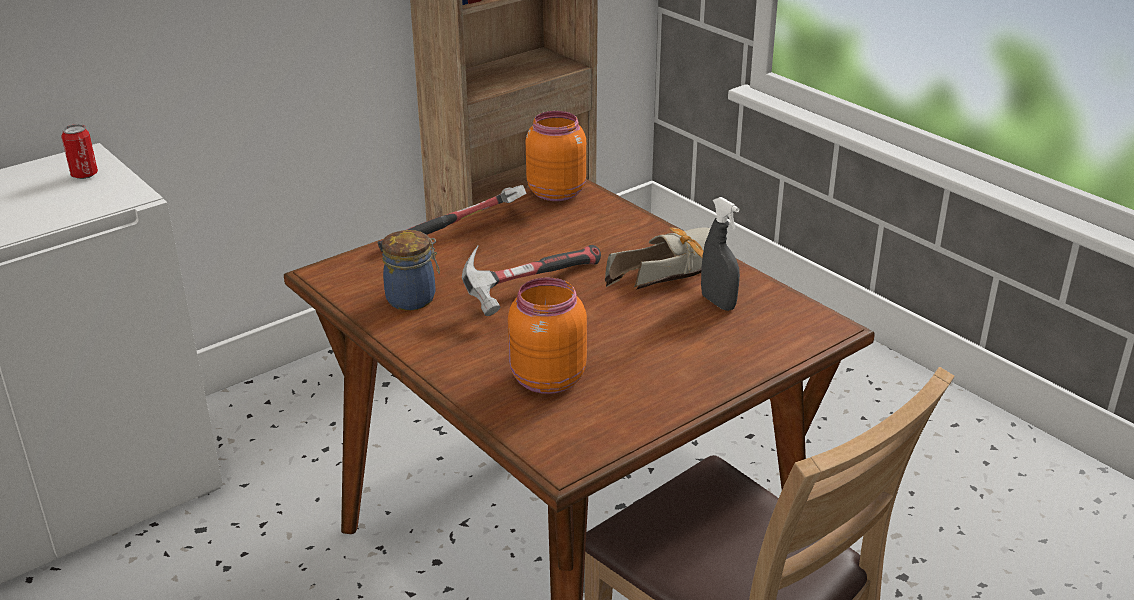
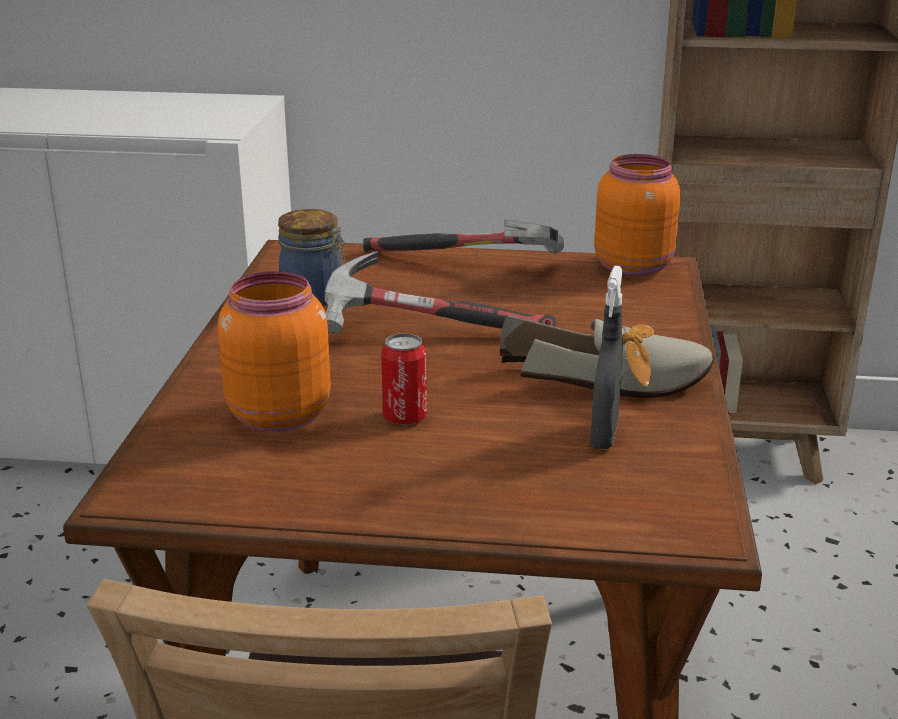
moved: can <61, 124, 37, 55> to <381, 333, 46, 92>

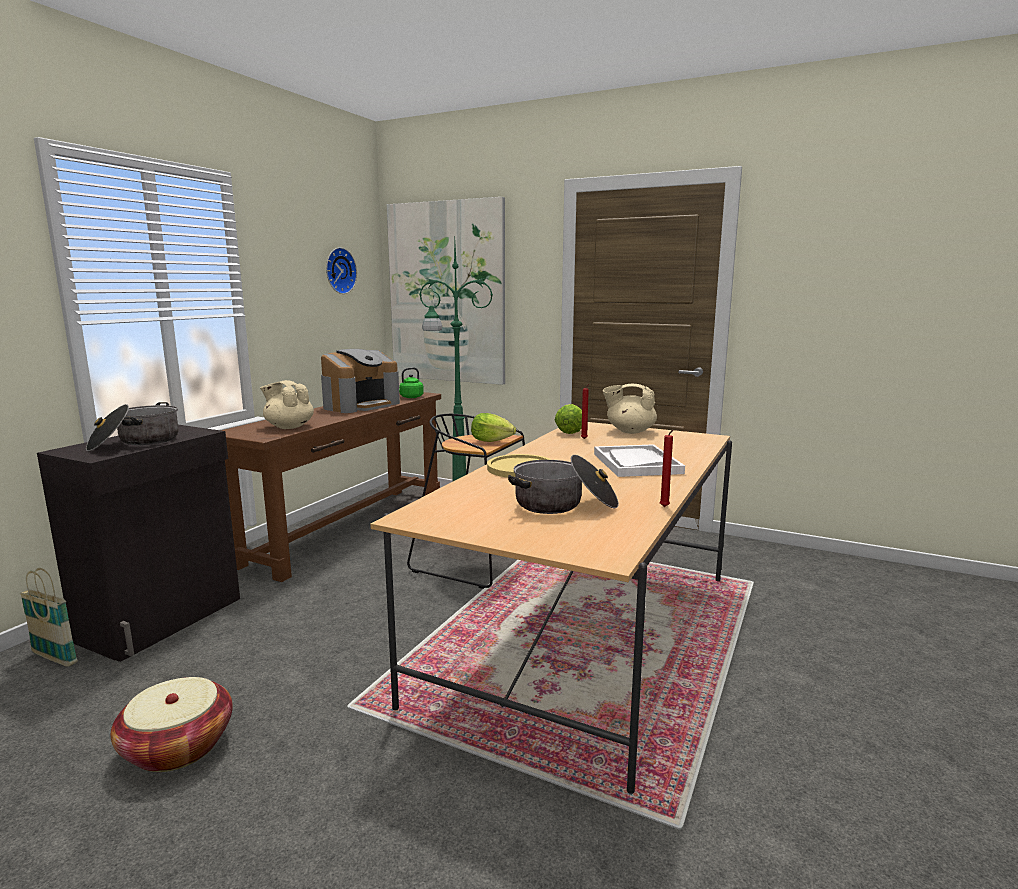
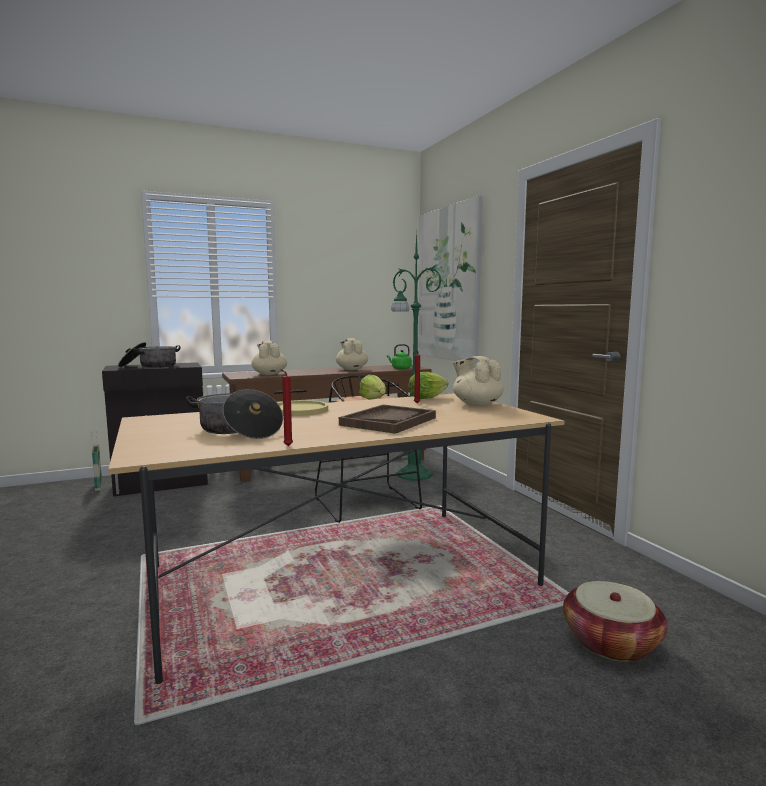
removed: wall clock <326, 247, 31, 47>
moved: basket <111, 677, 122, 95> to <563, 581, 105, 81>
replaced: coffee machine <321, 349, 79, 64> to beige teapot <336, 338, 32, 32>
recoloured: white tray <594, 444, 91, 33> to brown tray <339, 405, 97, 29>

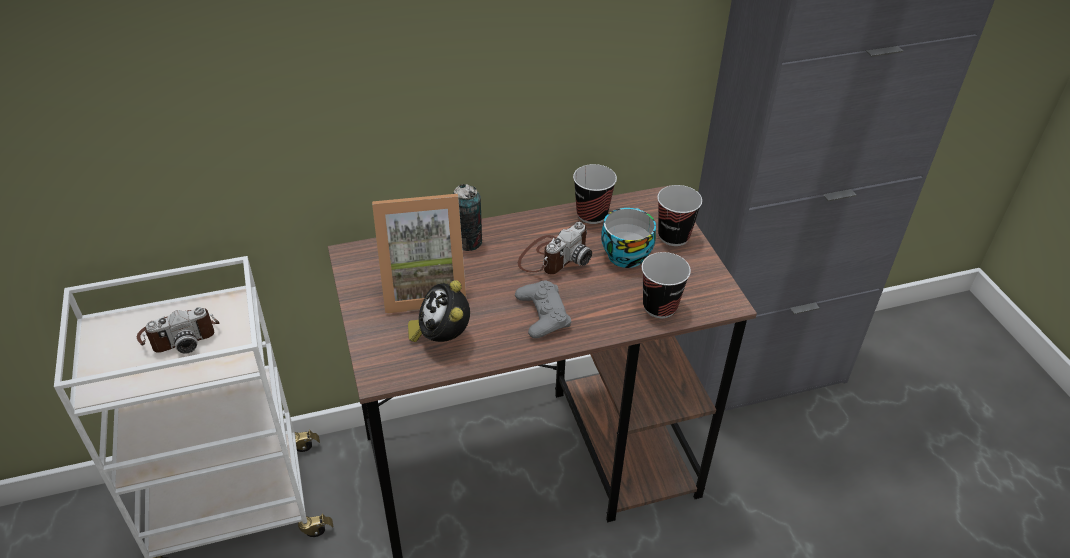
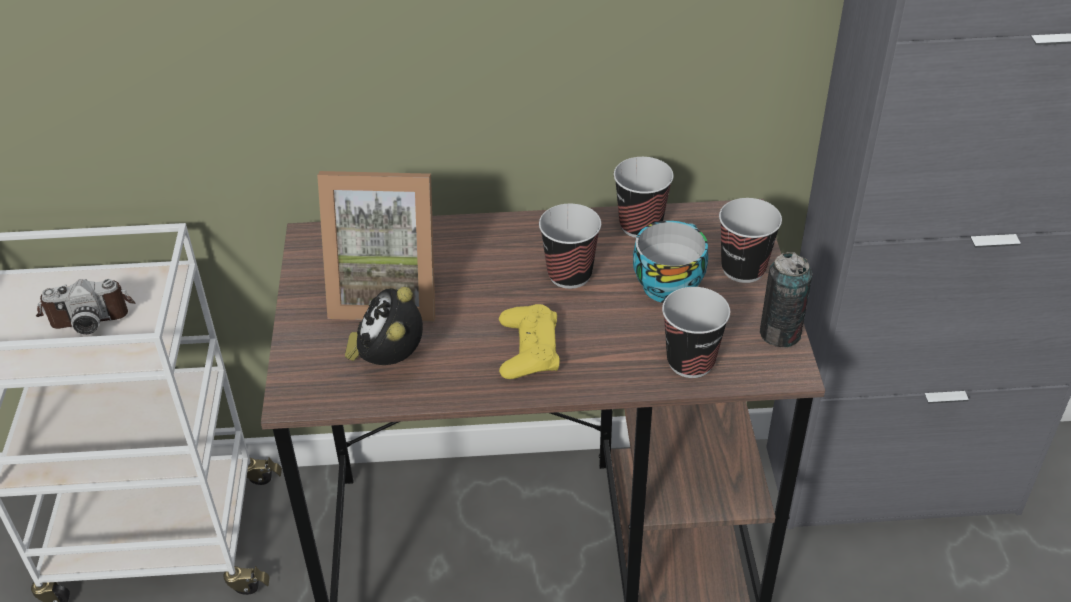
moved: can <453, 184, 29, 67> to <760, 252, 52, 95>
replaced: photo camera <518, 222, 74, 52> to cup <539, 204, 62, 85>
recoloured: grey game controller <515, 281, 56, 57> to yellow game controller <499, 304, 61, 75>

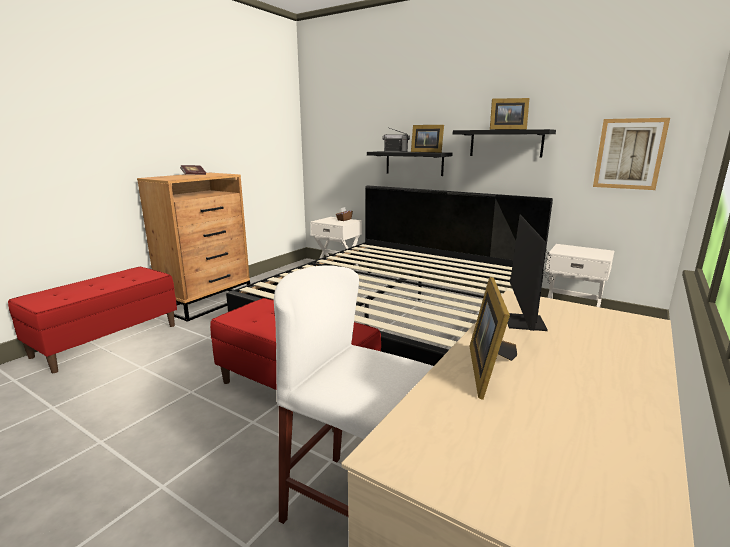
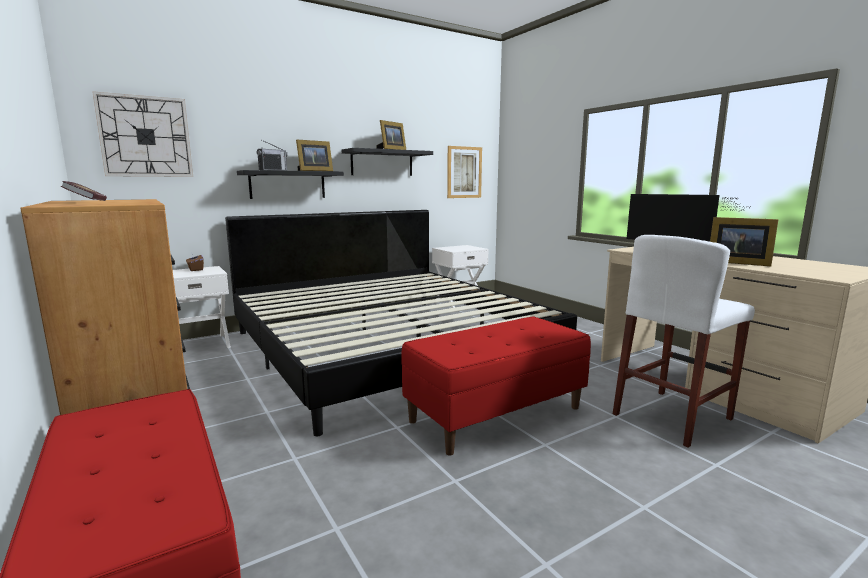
added: wall clock <92, 91, 101, 86>

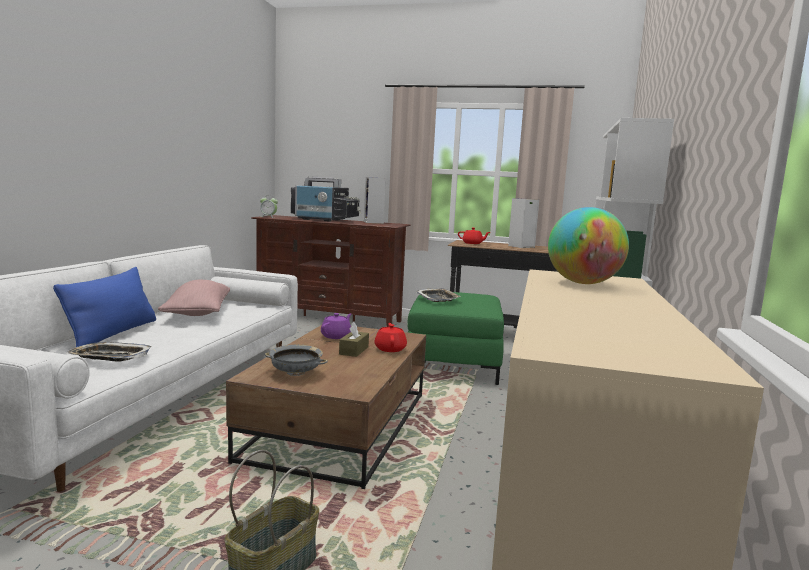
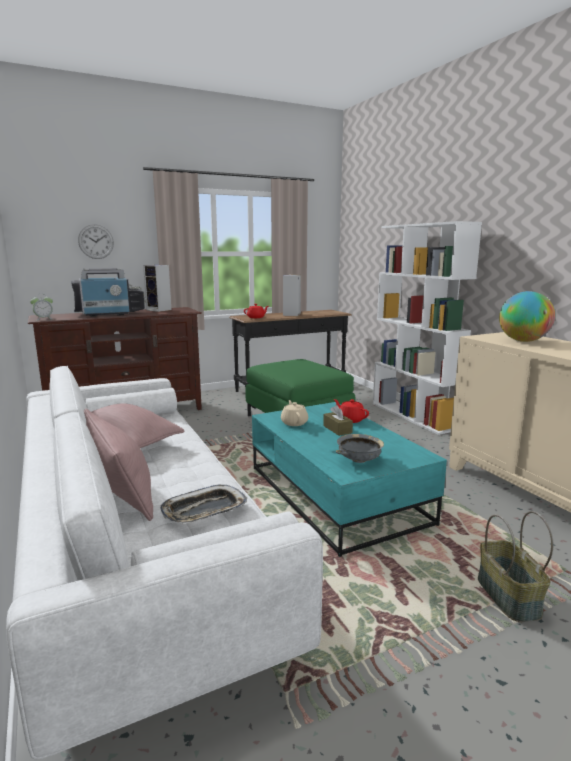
removed: tray <416, 288, 45, 14>
added: wall clock <78, 224, 36, 35>
recoloured: blue pillow <53, 267, 103, 80> to pink pillow <84, 409, 69, 112>; brown coffee table <226, 325, 200, 164> to turquoise coffee table <252, 402, 195, 155>; purple teapot <321, 313, 30, 26> to beige teapot <281, 400, 27, 26>

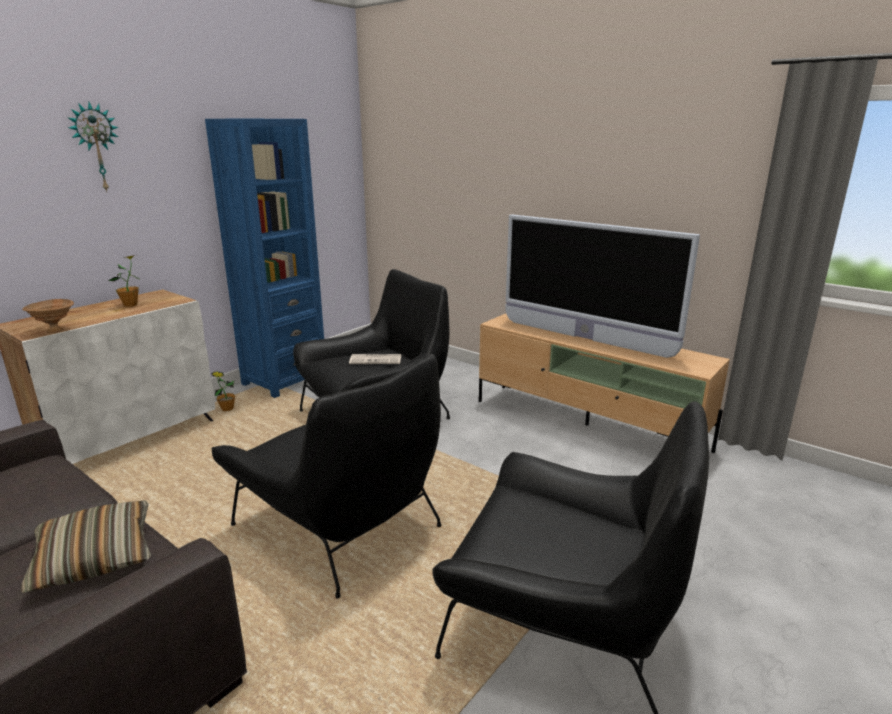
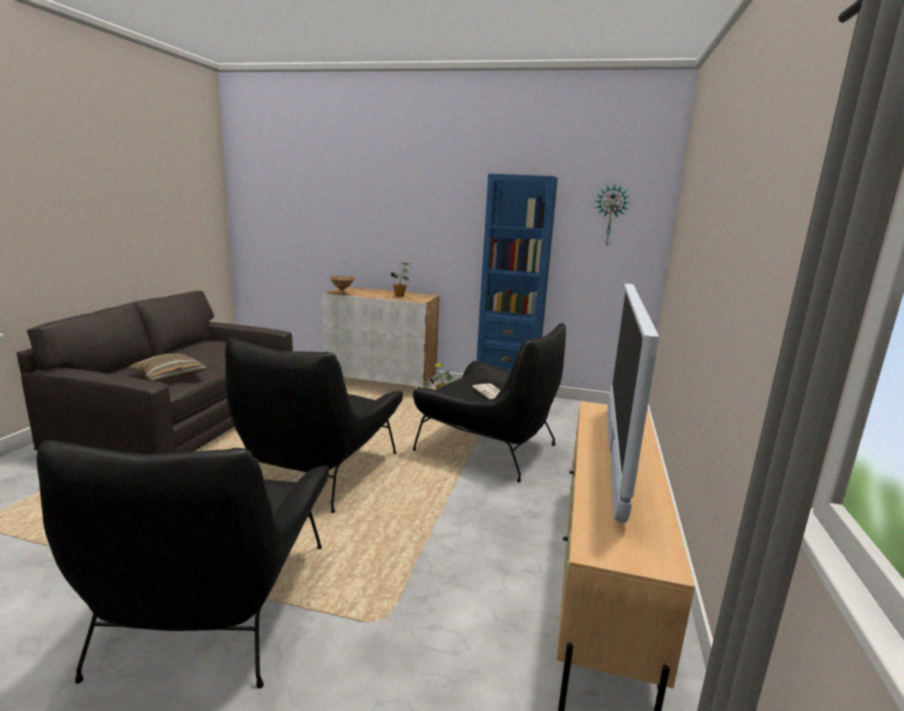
moved: wall clock <67, 102, 52, 90> to <596, 184, 34, 63>

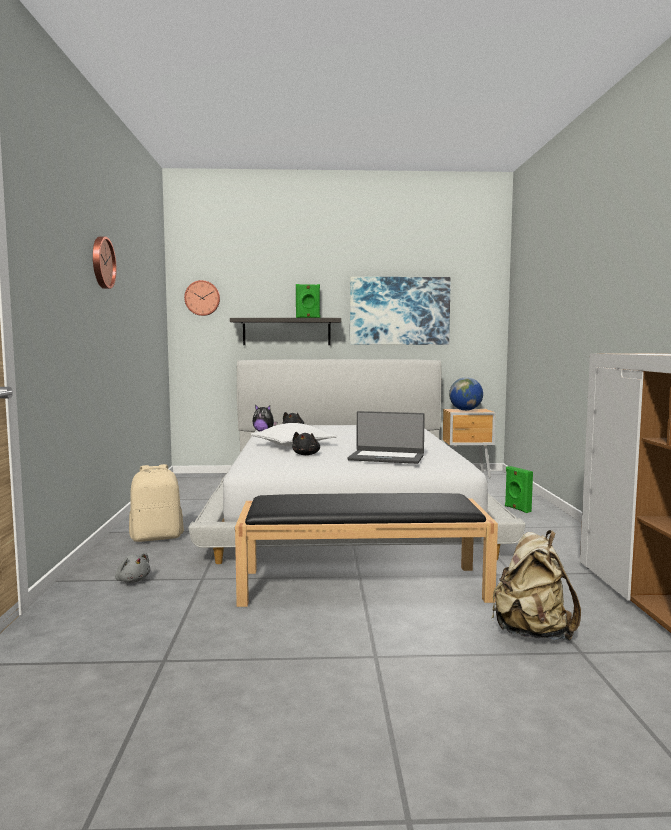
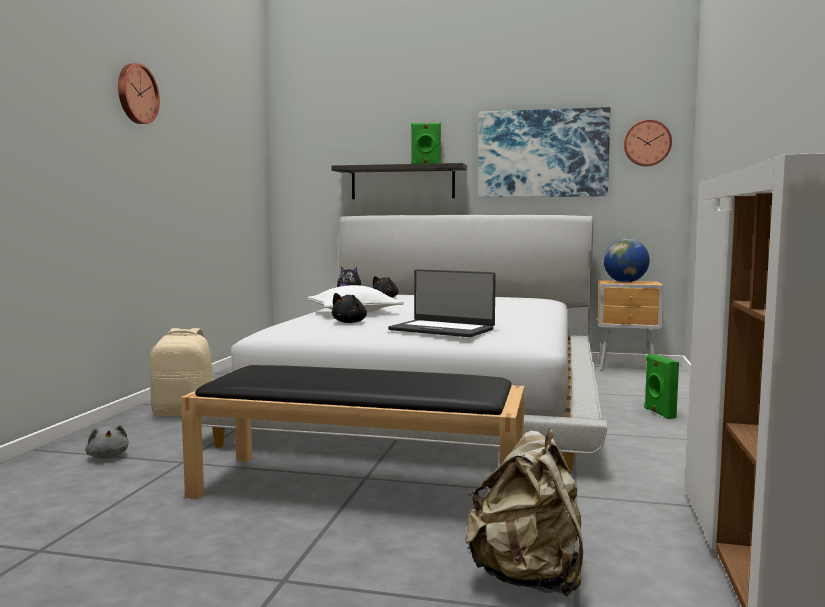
moved: wall clock <184, 280, 36, 36> to <624, 120, 48, 46>

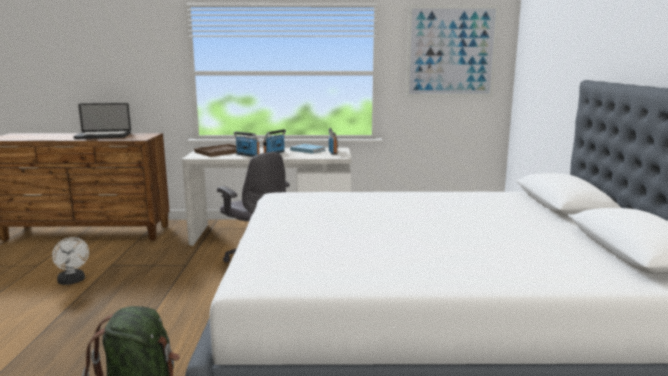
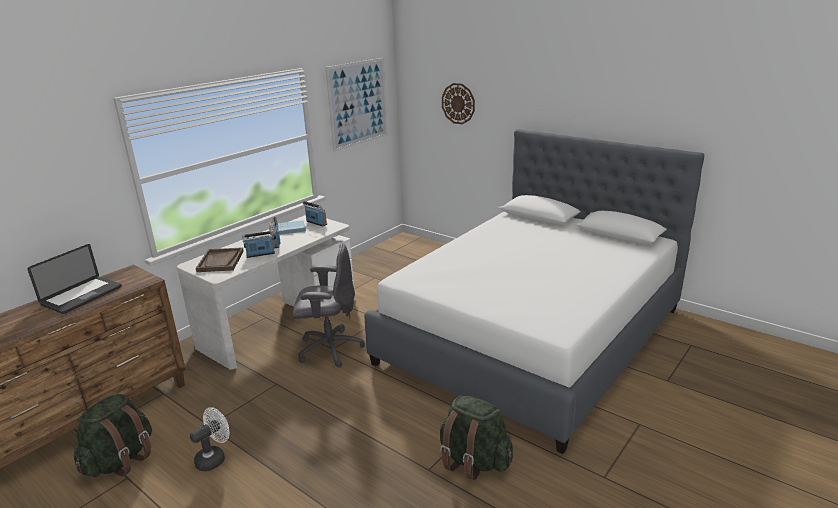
added: green backpack <74, 394, 78, 83>; wall clock <442, 83, 33, 41>
turned: white fan <52, 237, 37, 48> = <190, 407, 40, 64> 45 degrees counterclockwise

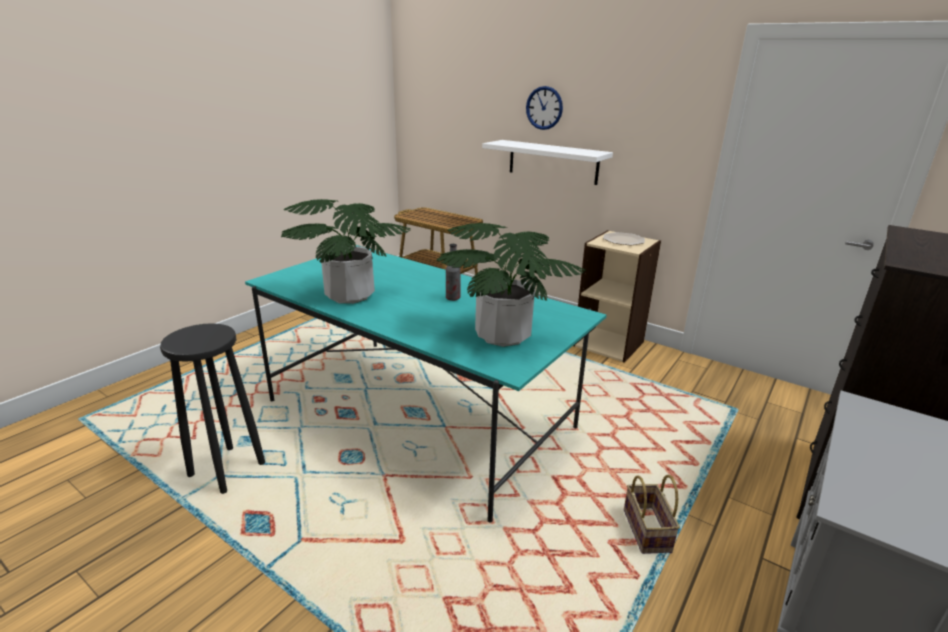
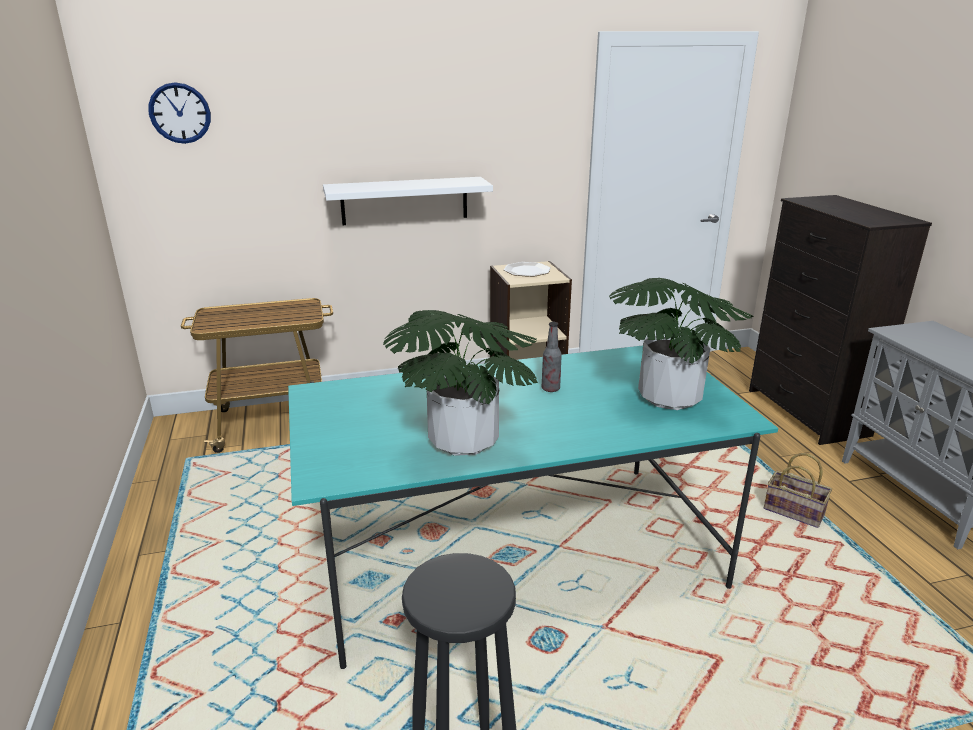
moved: wall clock <526, 86, 37, 44> to <148, 82, 63, 62>

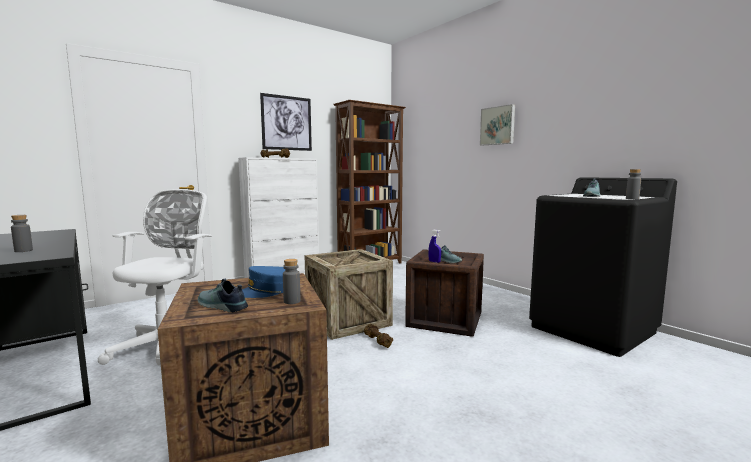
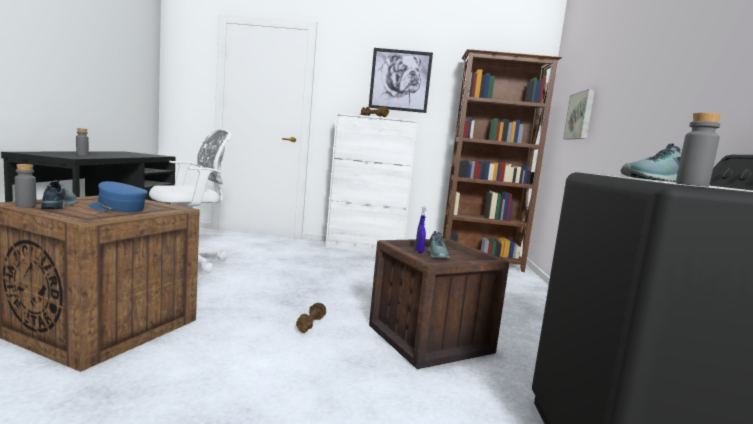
removed: crate <304, 249, 89, 91>
moved: grey bottle <283, 259, 17, 45> to <15, 164, 22, 43>; picture <480, 104, 35, 42> to <563, 89, 32, 51>

